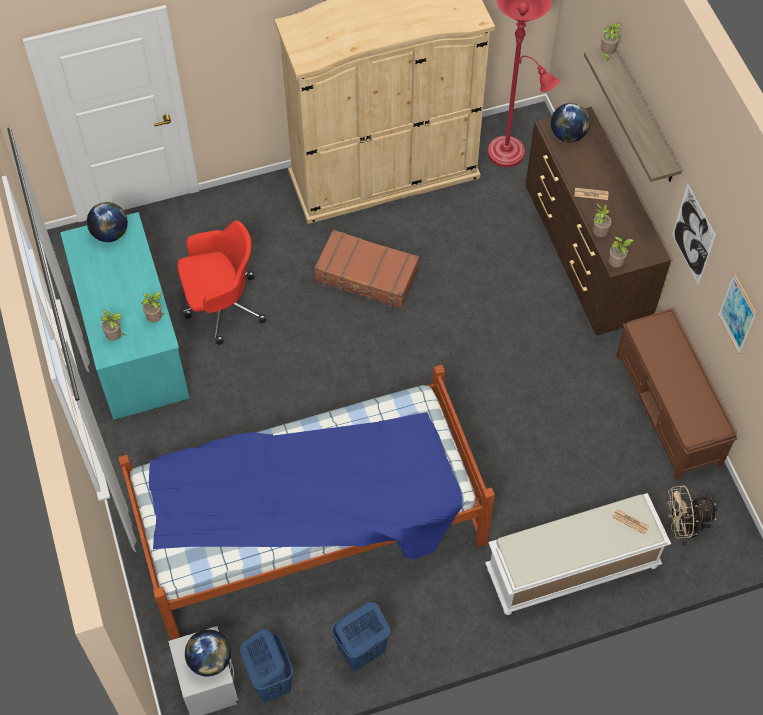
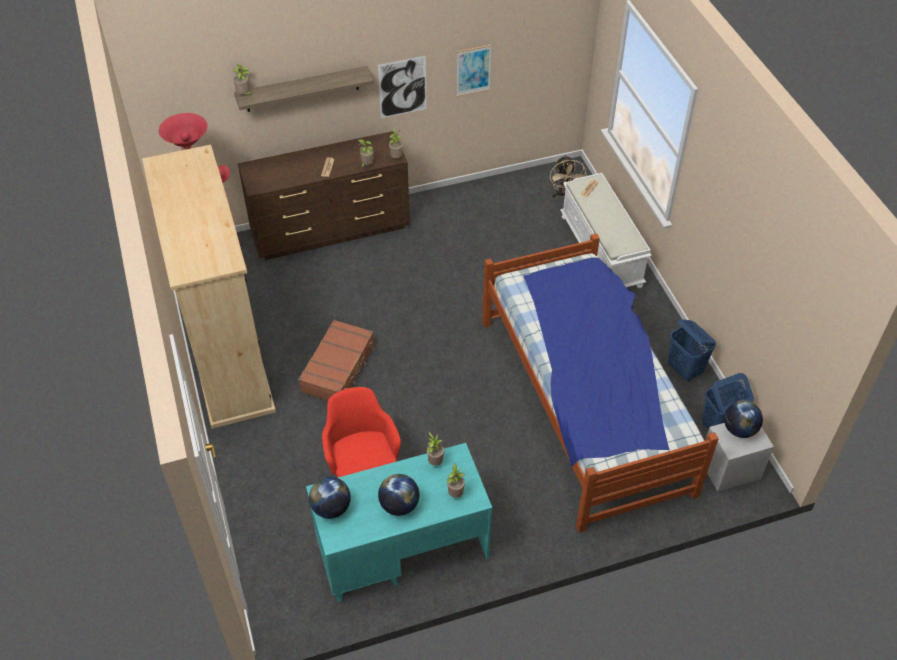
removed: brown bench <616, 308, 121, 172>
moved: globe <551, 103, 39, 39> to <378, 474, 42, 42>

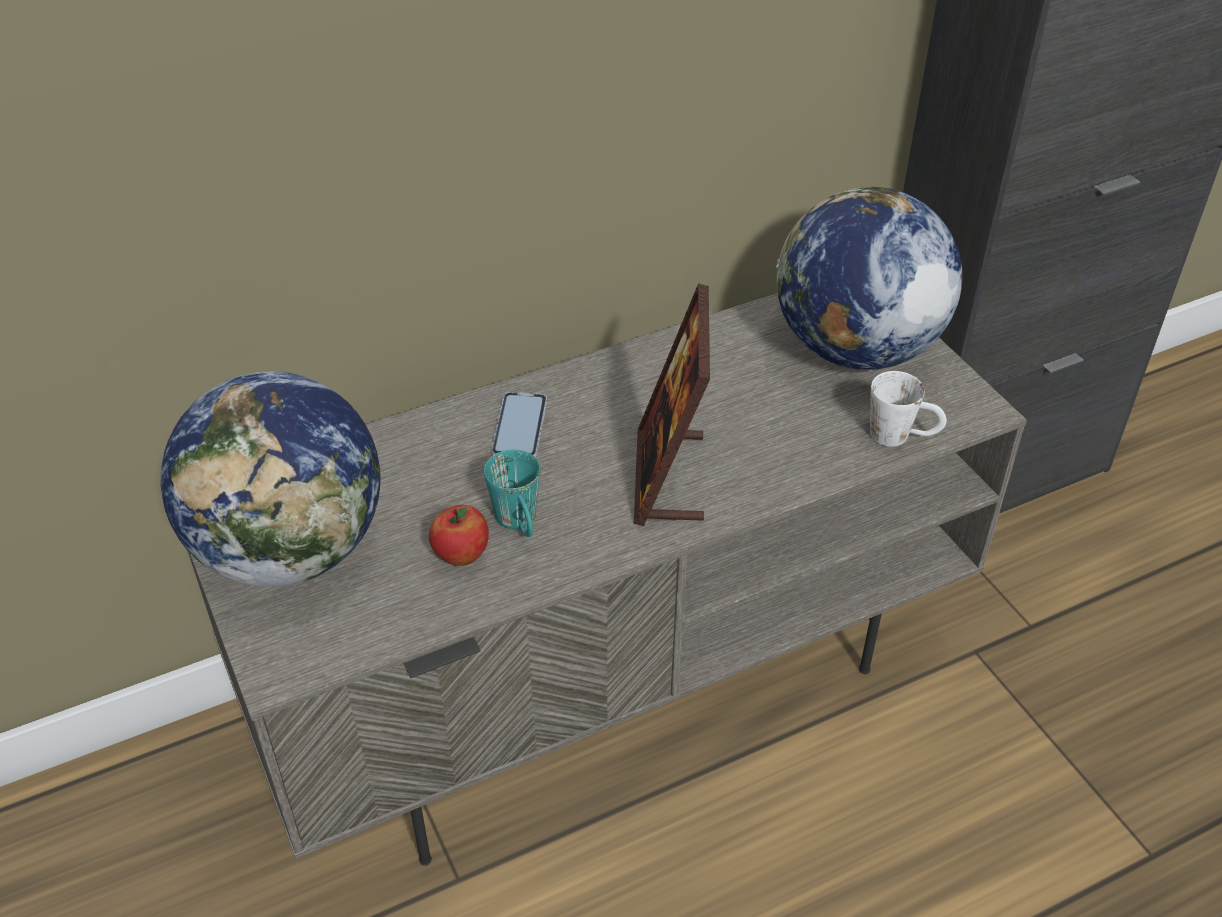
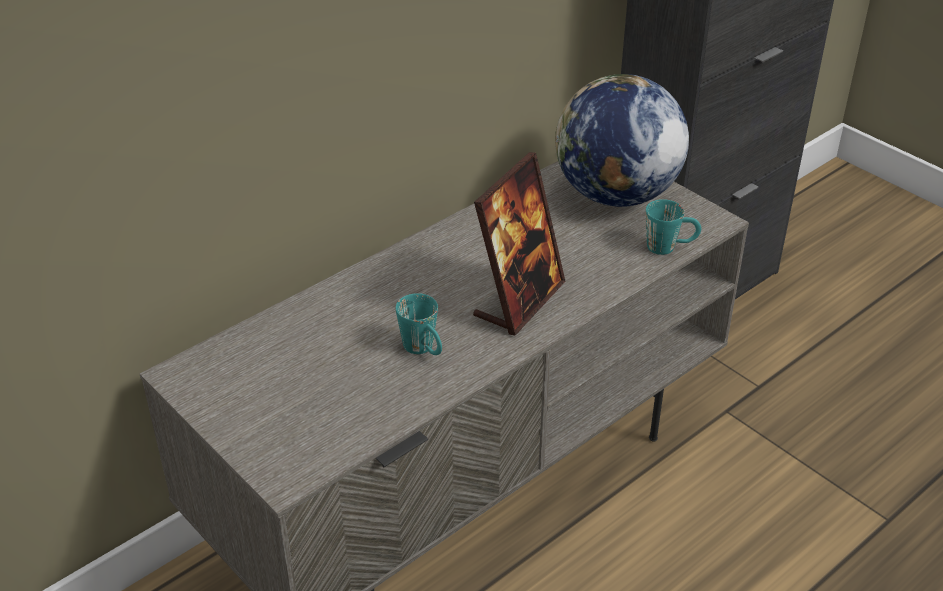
removed: globe <160, 372, 221, 215>; apple <429, 505, 60, 61>; phone <491, 392, 56, 65>
recoloured: white mug <870, 371, 77, 76> to turquoise mug <646, 199, 55, 56>
turned: picture frame <634, 283, 76, 243> = <473, 152, 92, 184> 135 degrees counterclockwise

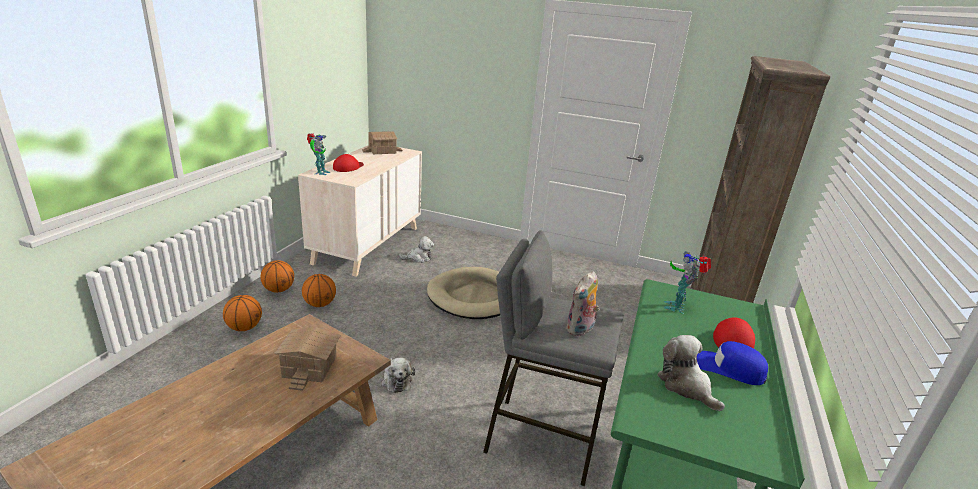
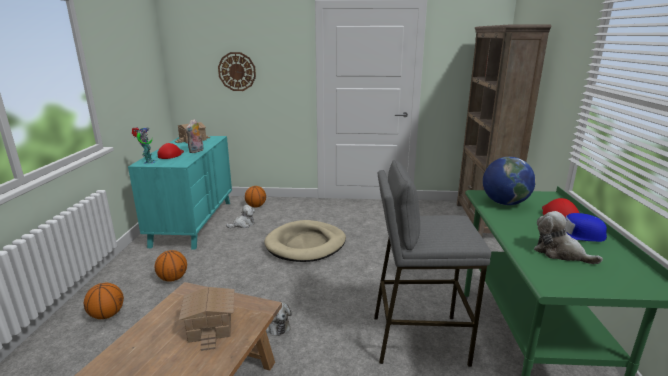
added: wall clock <218, 52, 38, 39>
moved: basketball <261, 260, 33, 33> to <245, 186, 21, 22>; plush toy <566, 271, 34, 65> to <185, 119, 18, 34>
replaced: toy robot <664, 251, 47, 63> to globe <483, 157, 53, 48>
recoloured: beige dresser <298, 145, 124, 132> to turquoise dresser <128, 136, 104, 114>

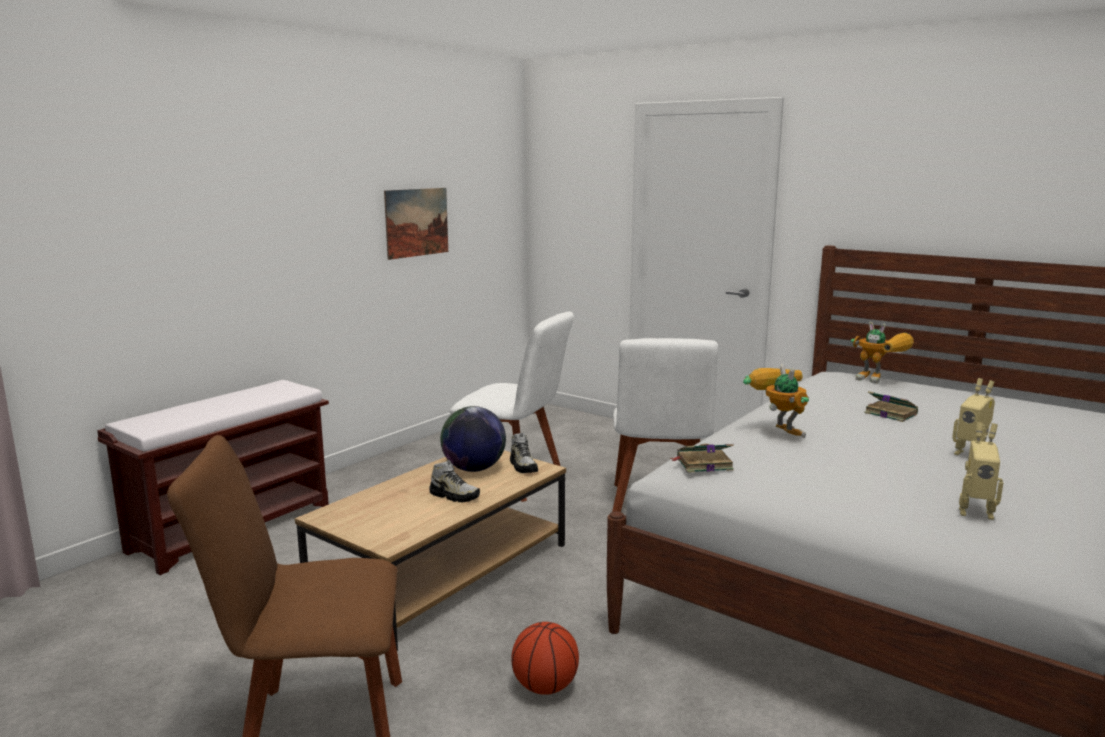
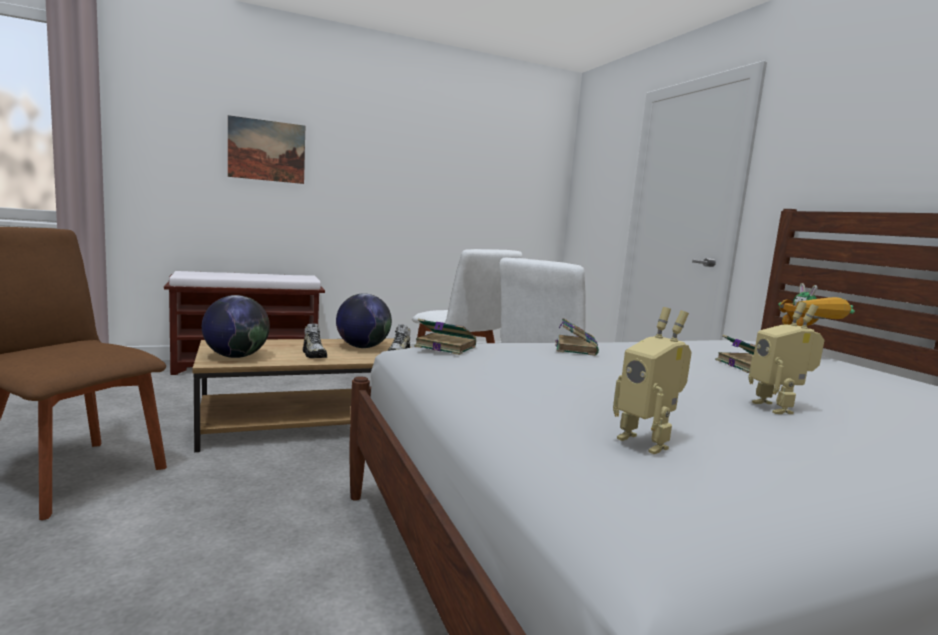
removed: basketball <512, 622, 67, 73>
added: globe <202, 295, 68, 63>
moved: picture <384, 188, 64, 72> to <228, 115, 77, 69>
replaced: toy robot <743, 364, 66, 74> to book <555, 318, 44, 38>

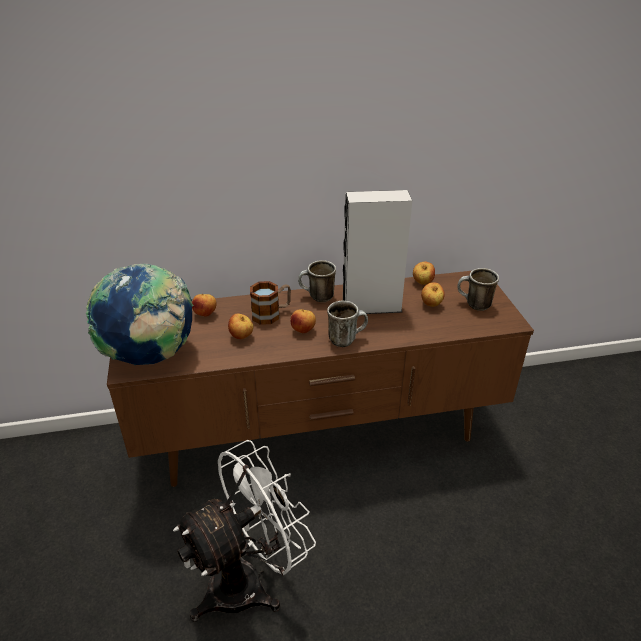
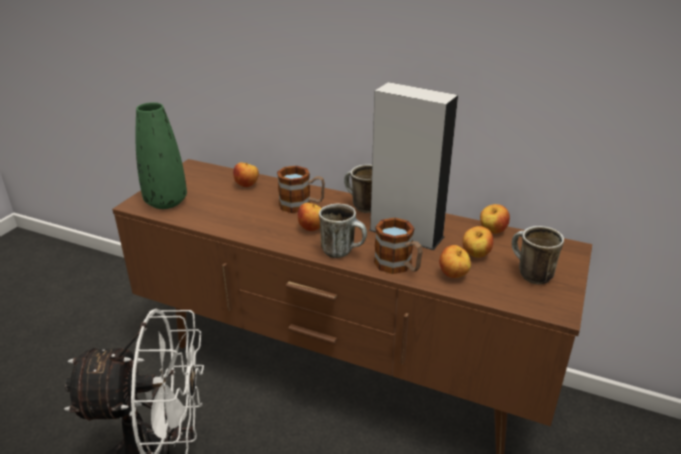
added: mug <374, 218, 49, 56>
moved: apple <228, 314, 25, 25> to <439, 245, 32, 33>
replaced: globe <86, 264, 107, 101> to green vase <135, 102, 52, 107>

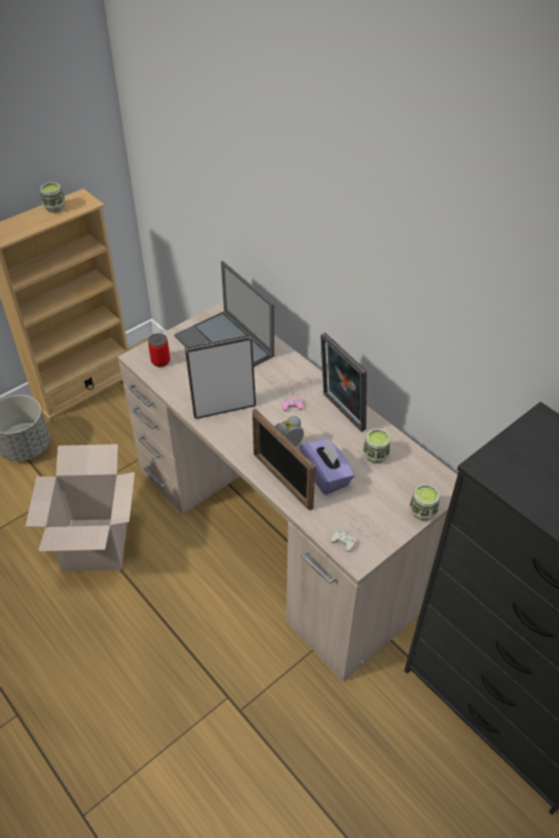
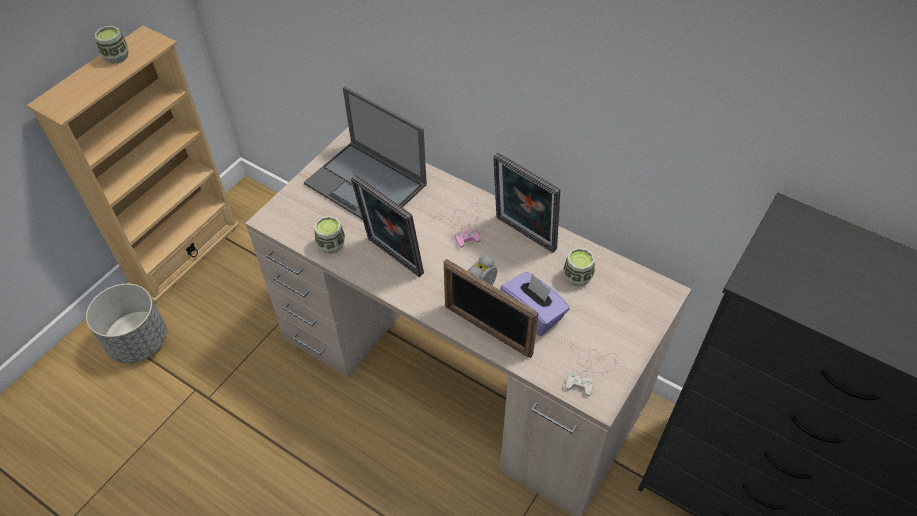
removed: cardboard box <25, 444, 110, 127>; can <148, 333, 22, 34>
moved: cup <409, 484, 31, 37> to <314, 216, 31, 38>
turned: picture frame <185, 335, 71, 84> = <351, 175, 73, 102> 105 degrees counterclockwise

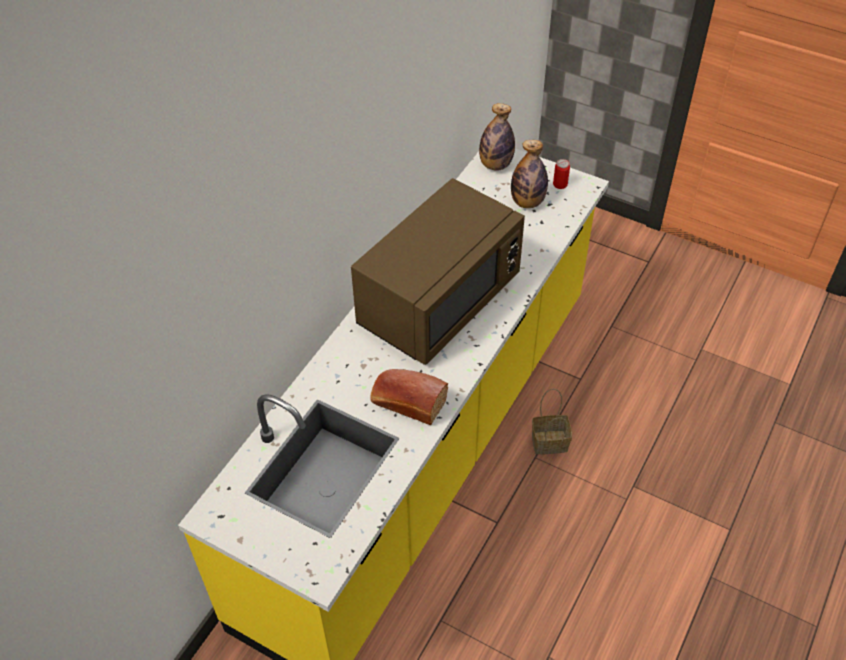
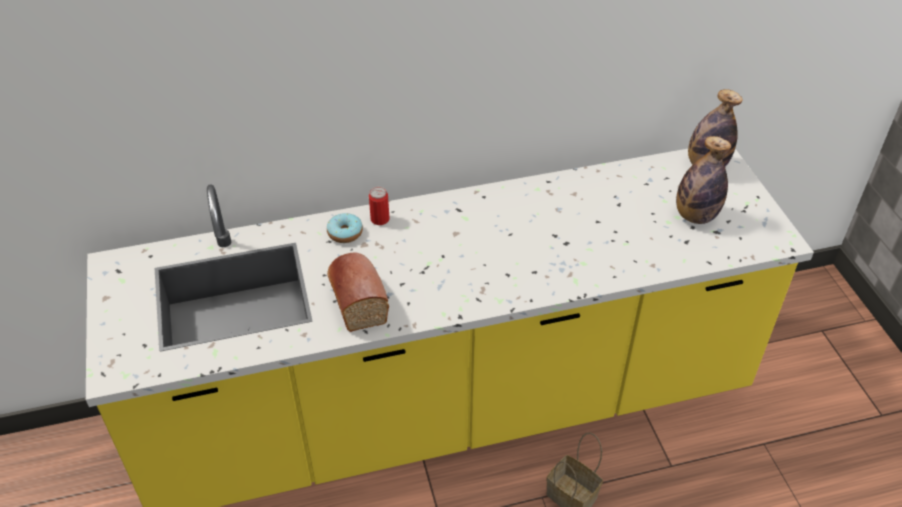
removed: brown microwave <351, 178, 174, 187>
added: donut <327, 213, 36, 30>
moved: can <553, 159, 17, 30> to <369, 187, 21, 38>

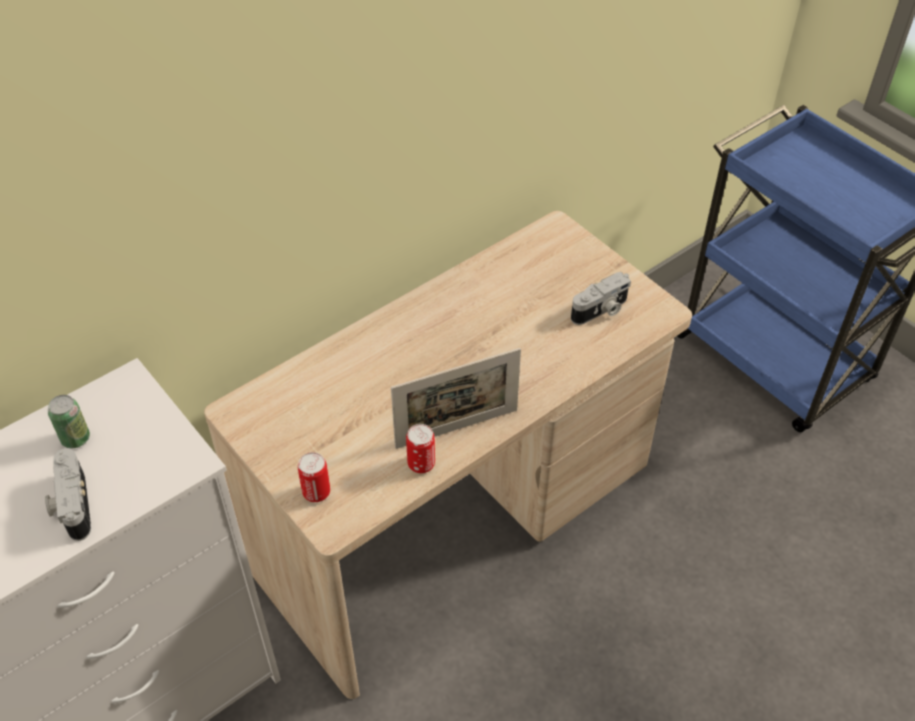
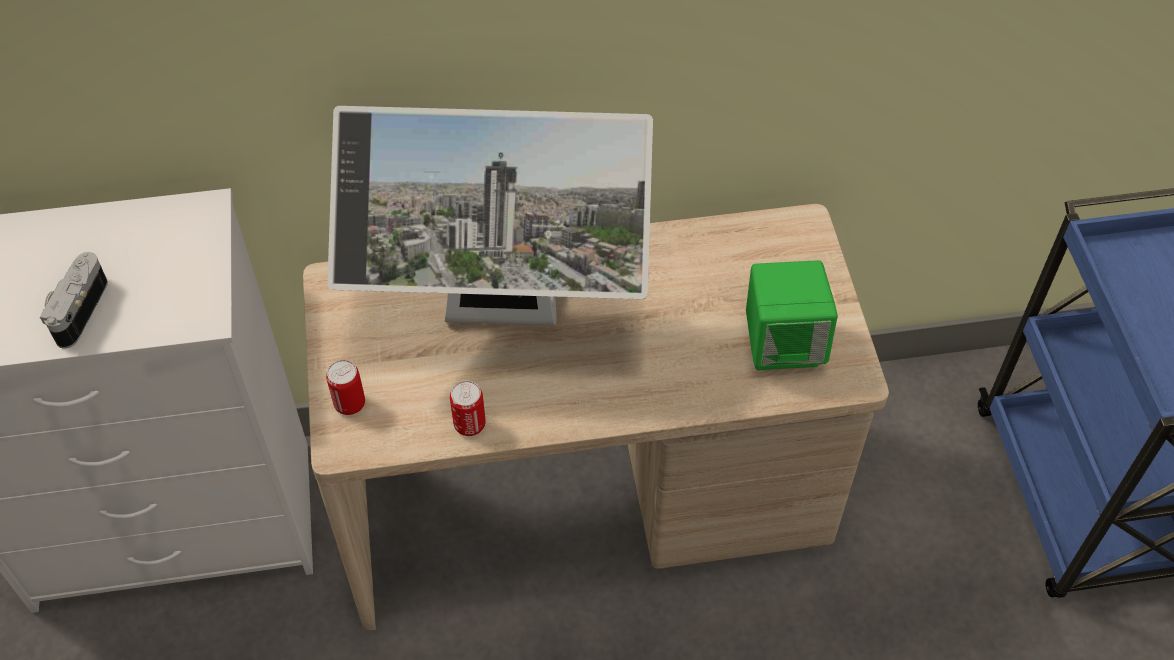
removed: can <48, 395, 42, 53>; picture frame <391, 348, 130, 101>
added: monitor <327, 106, 326, 219>
replaced: photo camera <571, 272, 60, 53> to green speaker <746, 260, 92, 110>

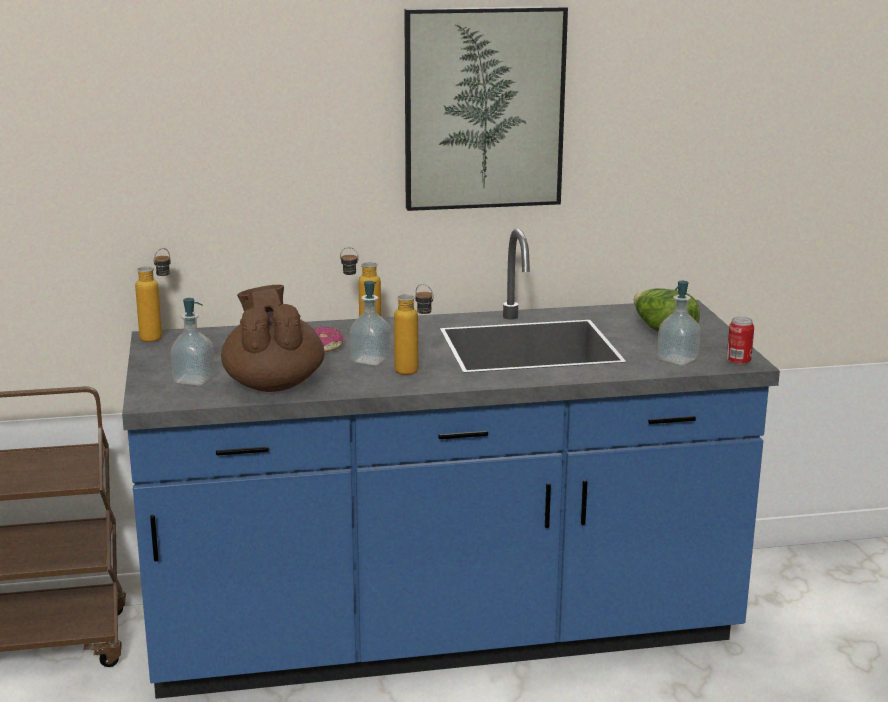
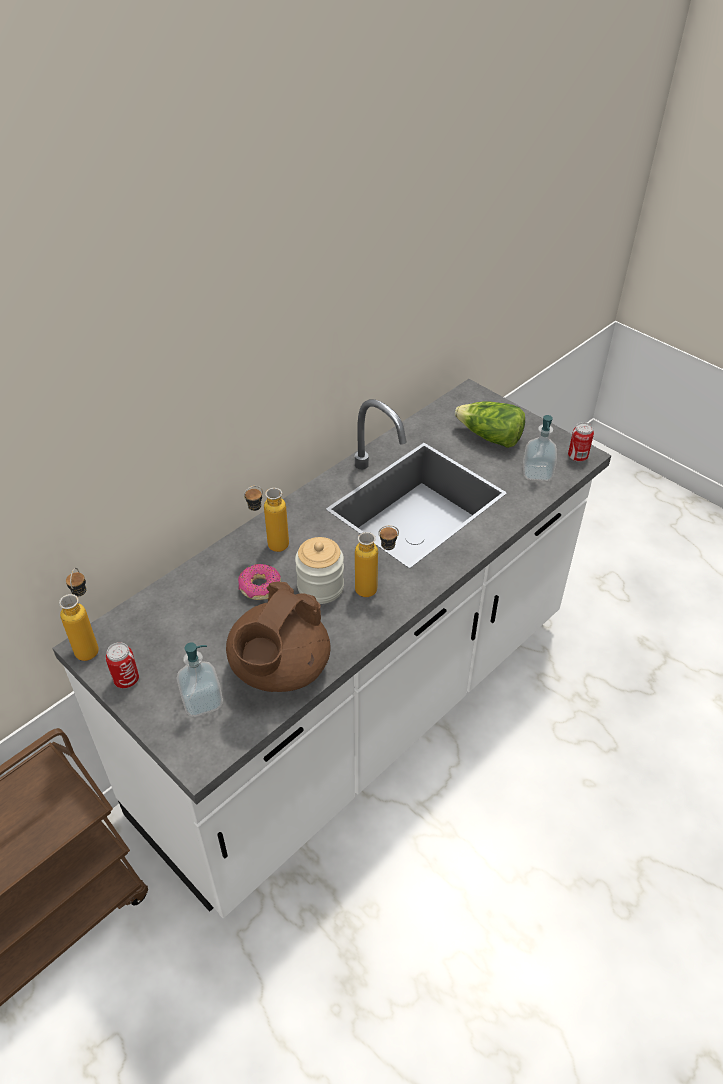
removed: picture <404, 6, 164, 205>
added: can <106, 642, 33, 46>
replaced: soap dispenser <350, 281, 41, 85> to jar <295, 537, 49, 67>
recoloured: blue counter <122, 229, 658, 470> to white counter <52, 379, 560, 539>
turned: brown teapot <221, 285, 103, 107> = <226, 581, 105, 111> 105 degrees counterclockwise

